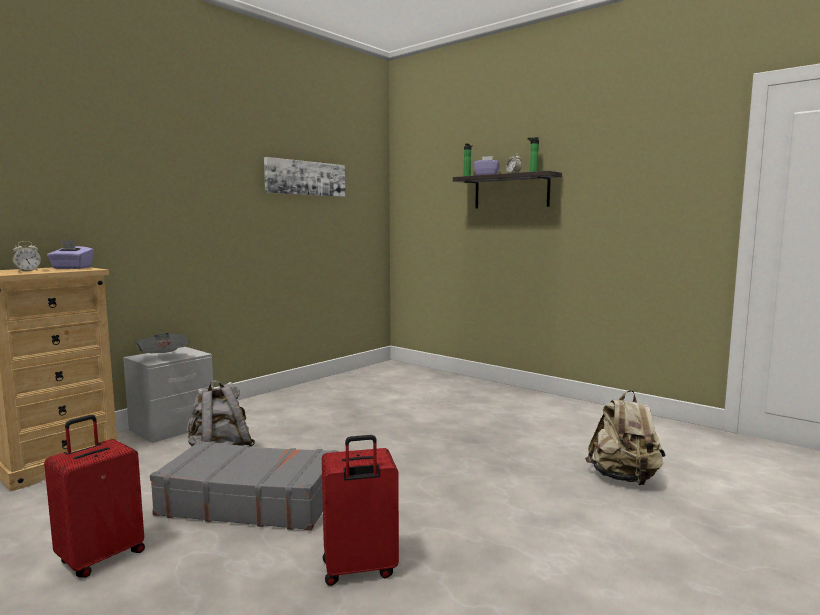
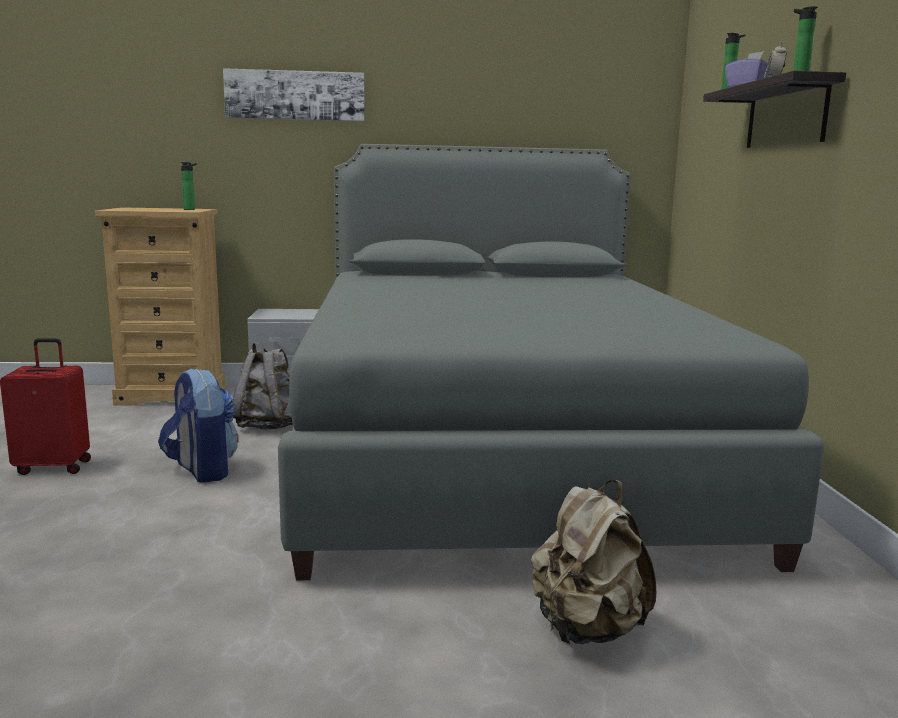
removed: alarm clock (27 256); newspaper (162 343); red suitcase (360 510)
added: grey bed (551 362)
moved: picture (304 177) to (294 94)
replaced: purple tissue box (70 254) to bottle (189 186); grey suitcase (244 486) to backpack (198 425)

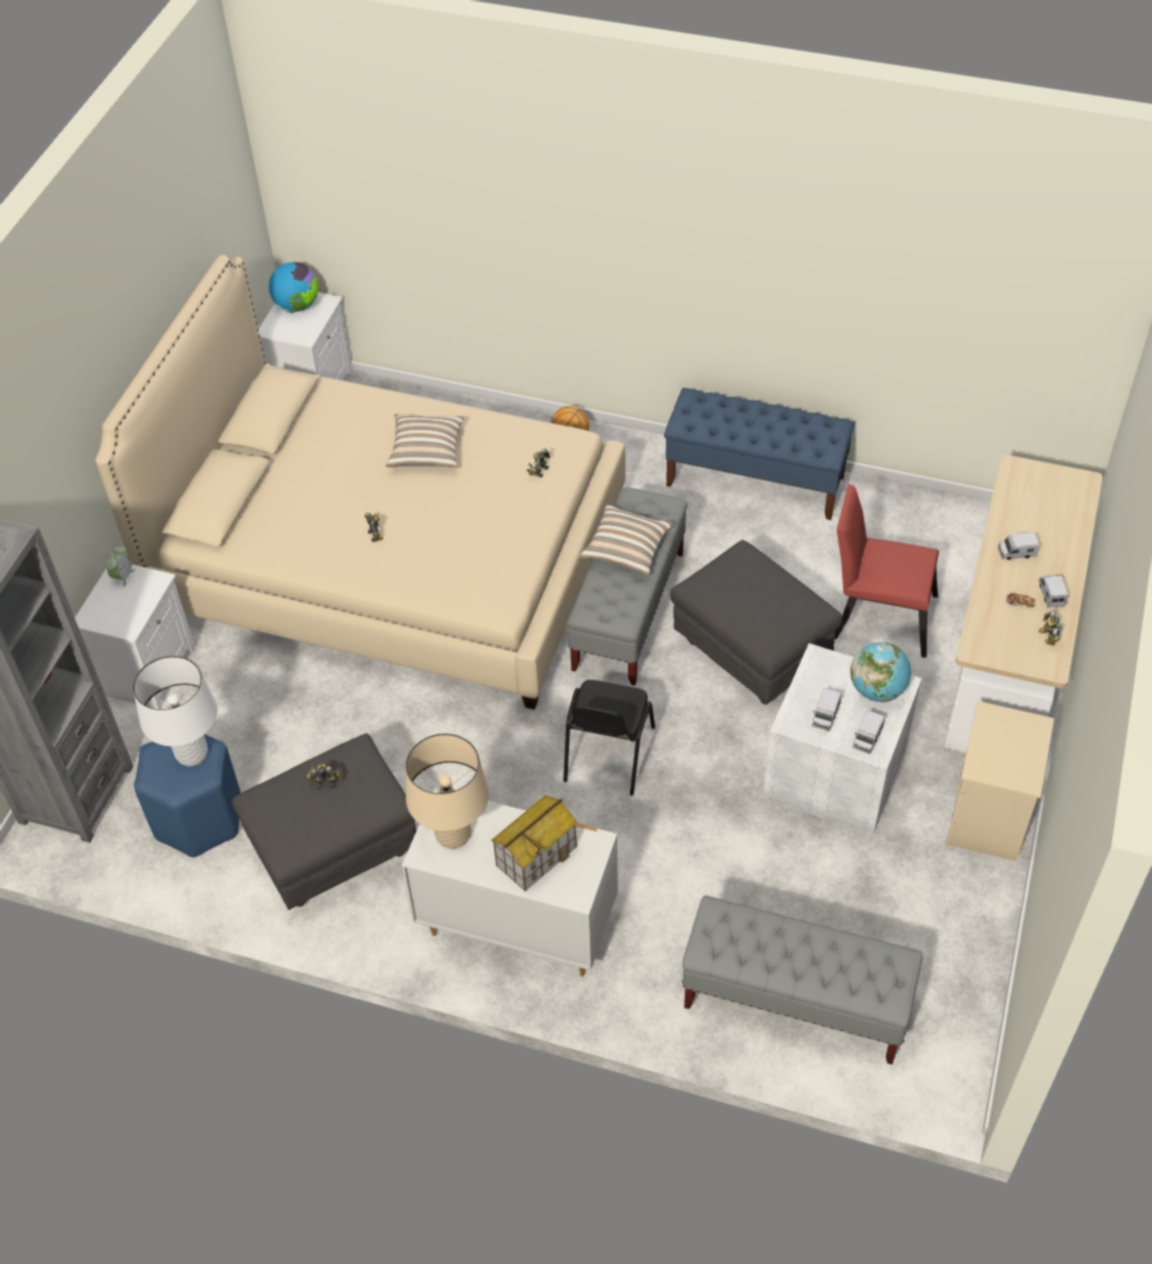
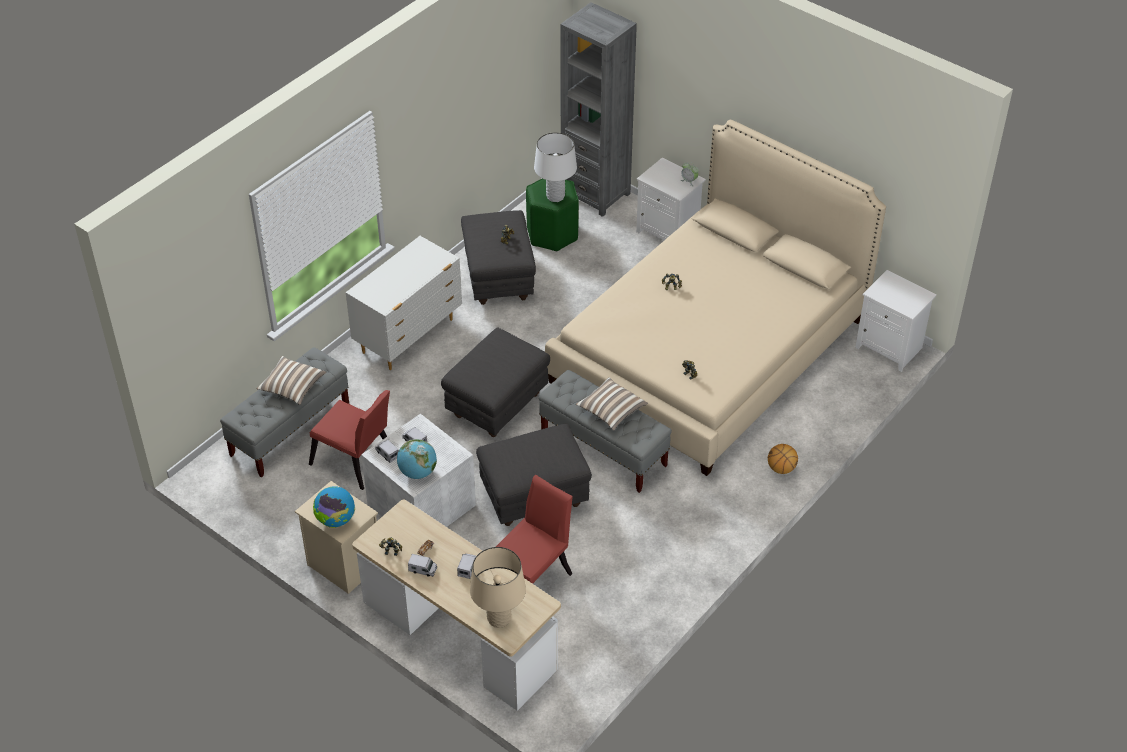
removed: toy house (534 843); blue bench (759 454)
added: red chair (349 440)
moved: globe (294 287) to (334 507); pillow (425 441) to (292 380); beige table lamp (447 791) to (498 587)
replaced: black chair (609 738) to grey ottoman (495 382)
recoloured: blue stool (187 795) to green stool (552 215)

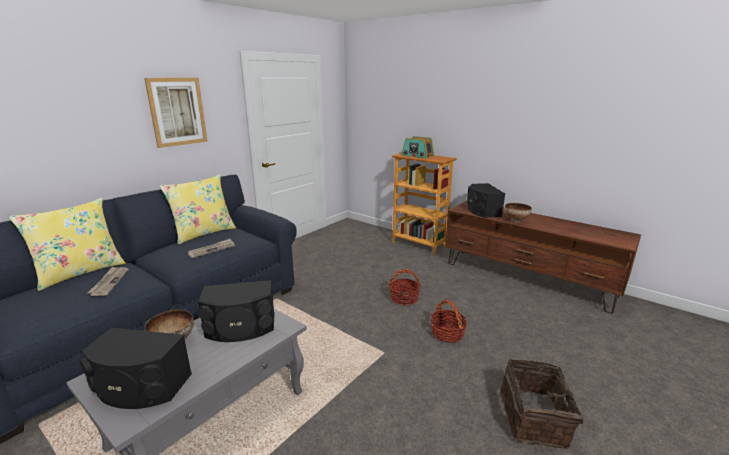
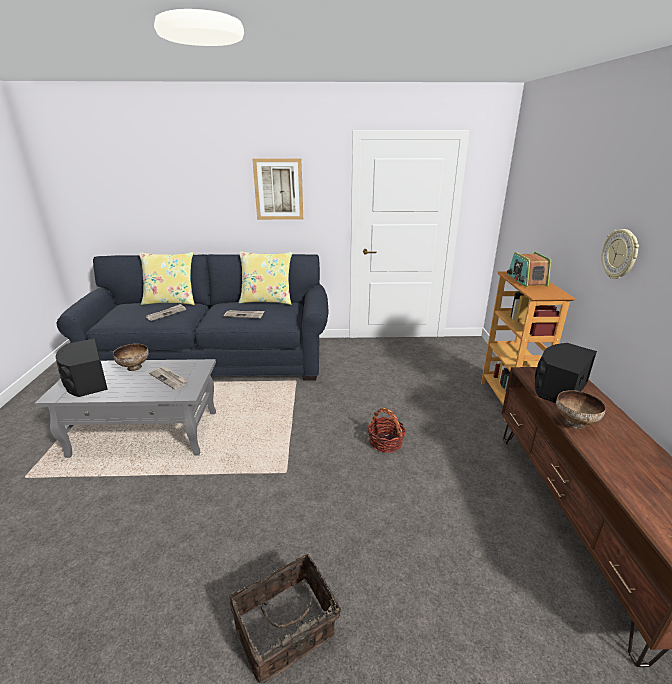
removed: basket (449 321)
added: wall clock (620 254)
replaced: black speaker (236 311) to newspaper (168 378)

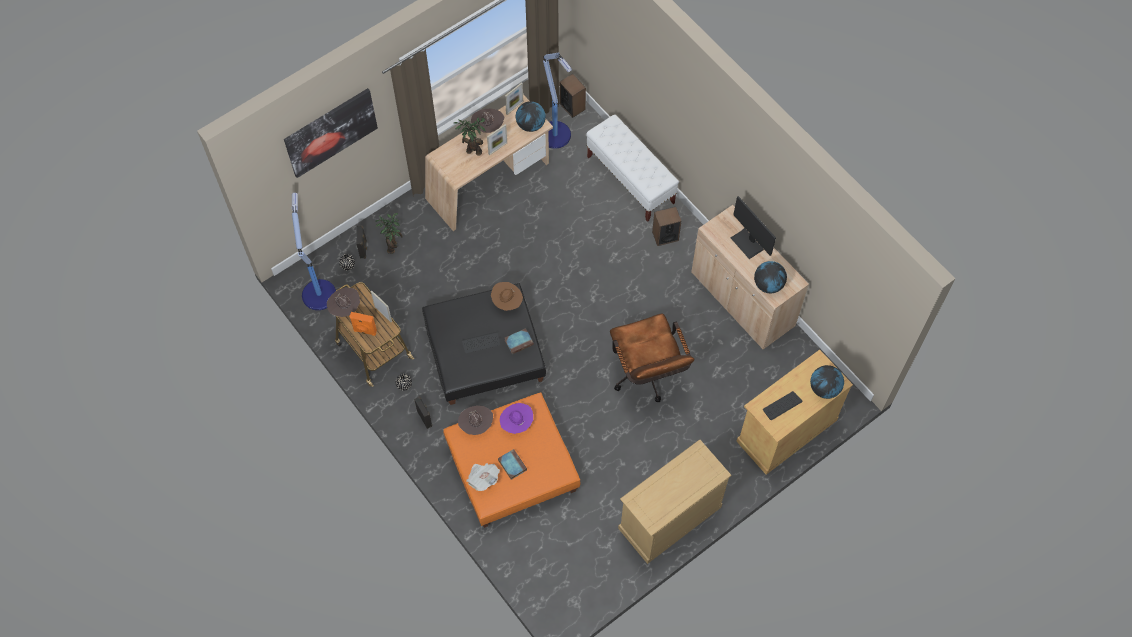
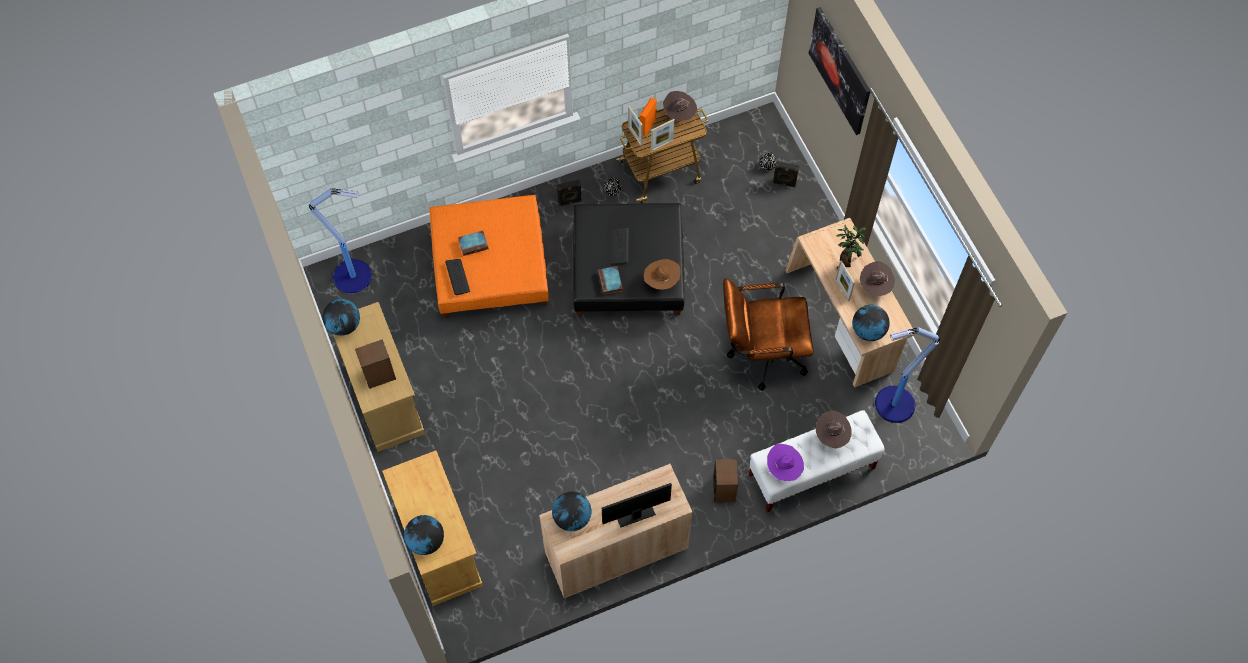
removed: potted plant (389 233); newspaper (483 477)
added: globe (341 317)
moved: floor lamp (314 251) to (340 240); brown hat (475 420) to (833 429); purple hat (516 418) to (785 462); picture frame (514 98) to (635 126); speaker (572 96) to (375 364); brown office chair (652 358) to (768 334); keyboard (783 405) to (457 277)

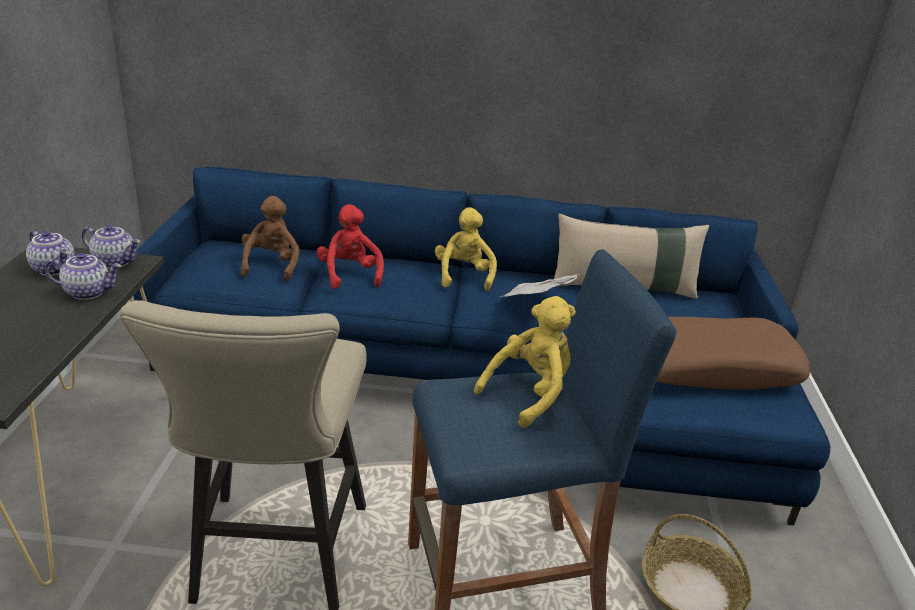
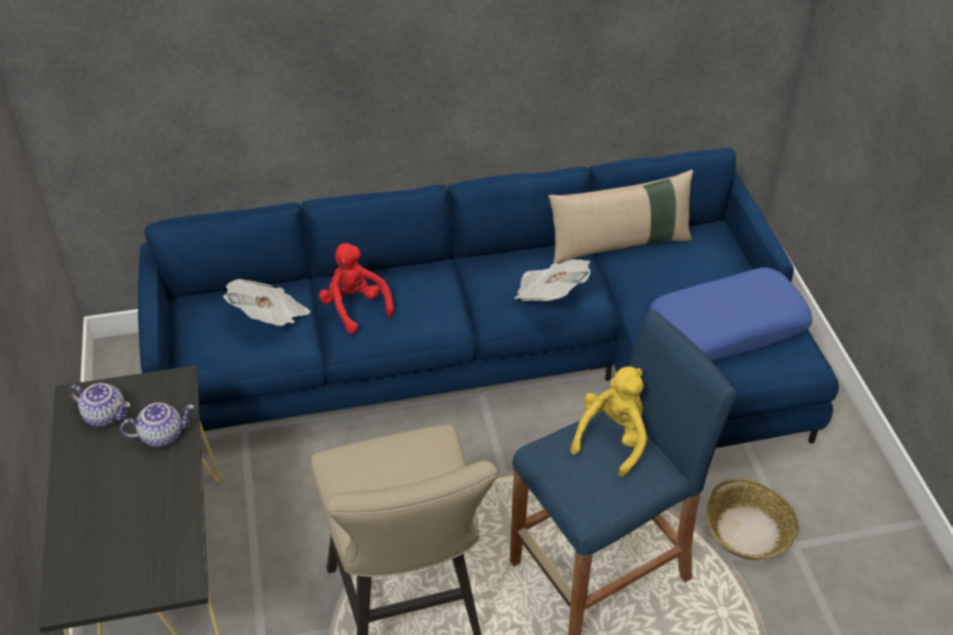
removed: teapot (110 247); yellow plush toy (466 249)
replaced: brown plush toy (270 238) to newspaper (266 302)
recoloured: brown pillow (733 353) to blue pillow (730 314)

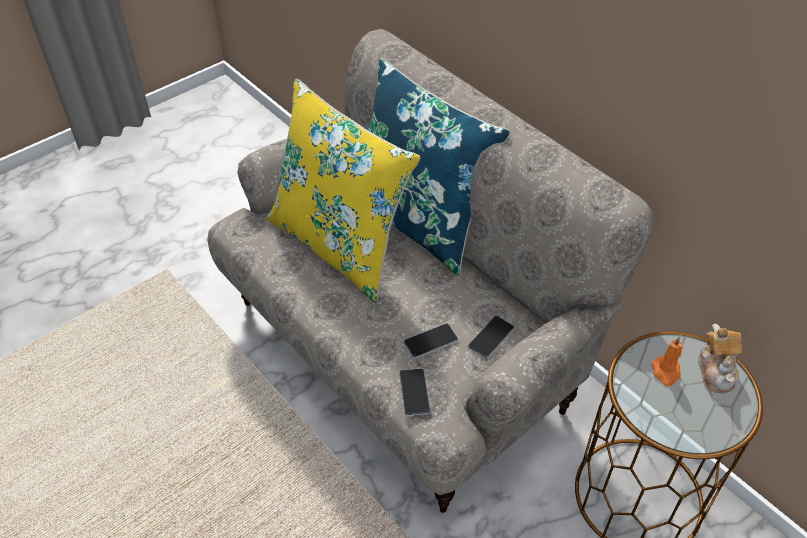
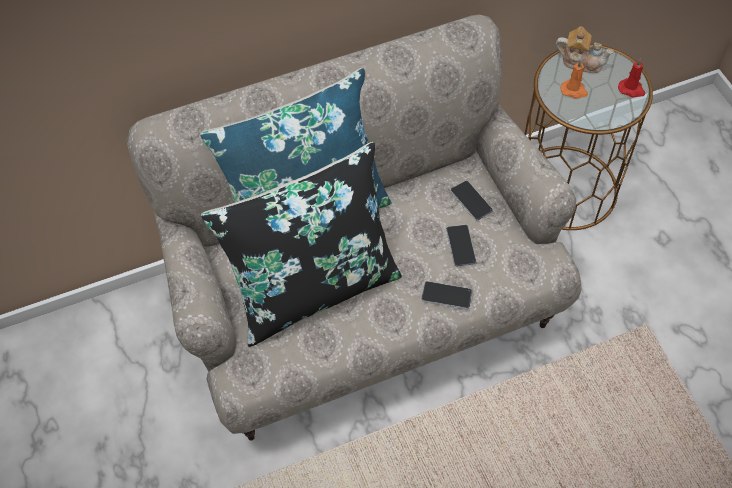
added: red candle (631 77)
moved: phone (415 392) to (446 295)
recoloured: yellow pillow (343 191) to black pillow (301 244)

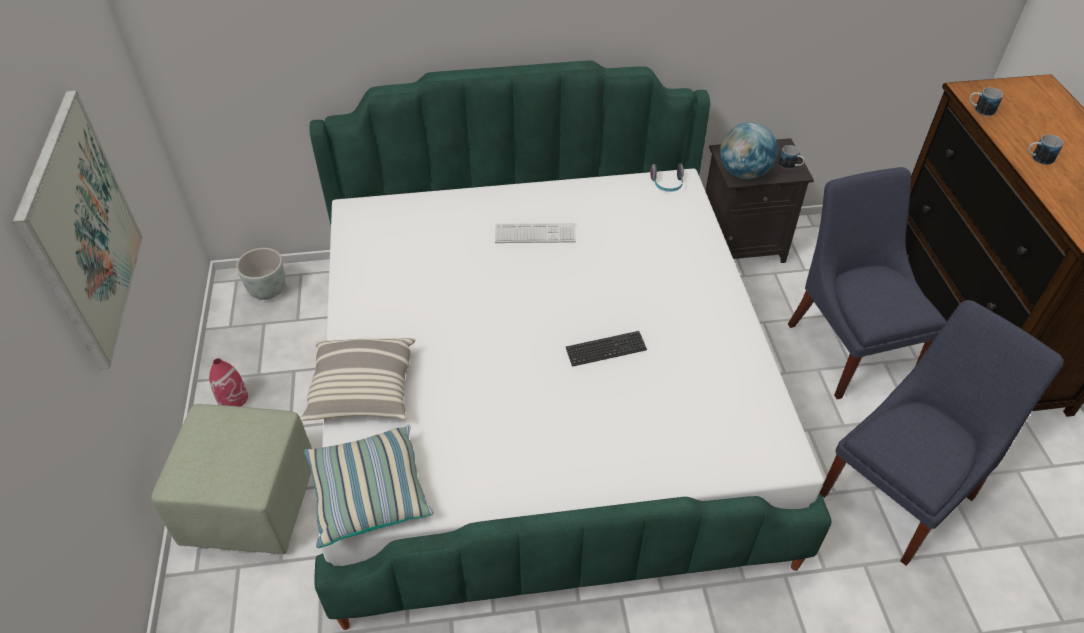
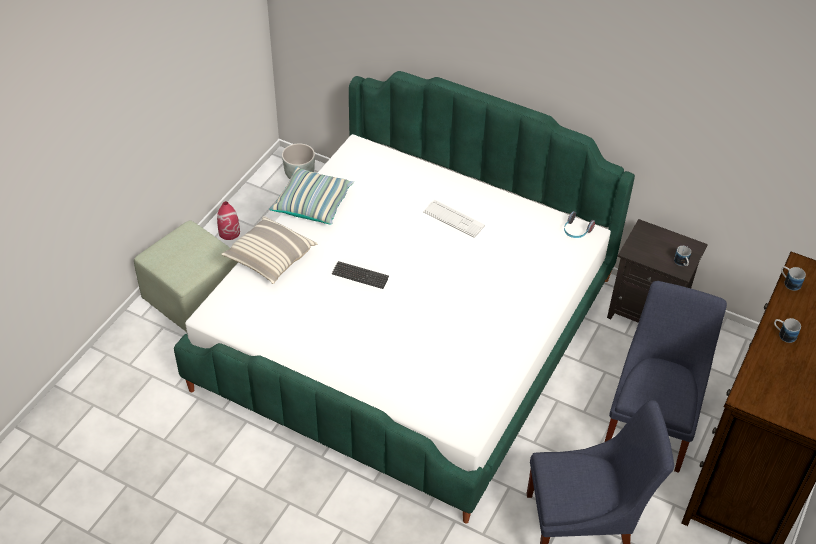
removed: picture (77 230); globe (749 150)
moved: pillow (369 486) to (311 196); keyboard (606 349) to (360 275)

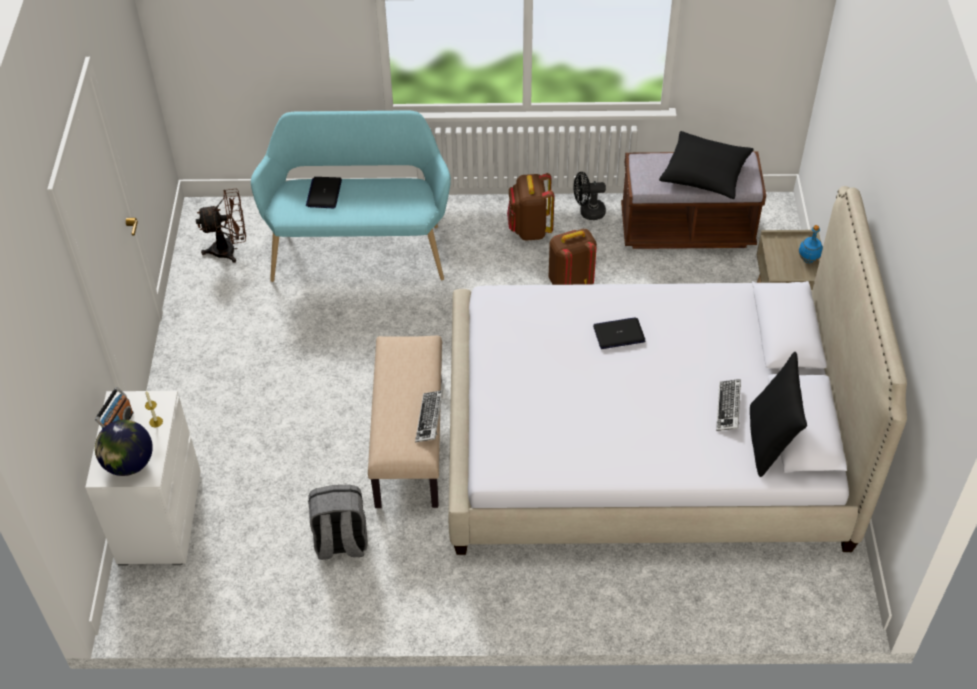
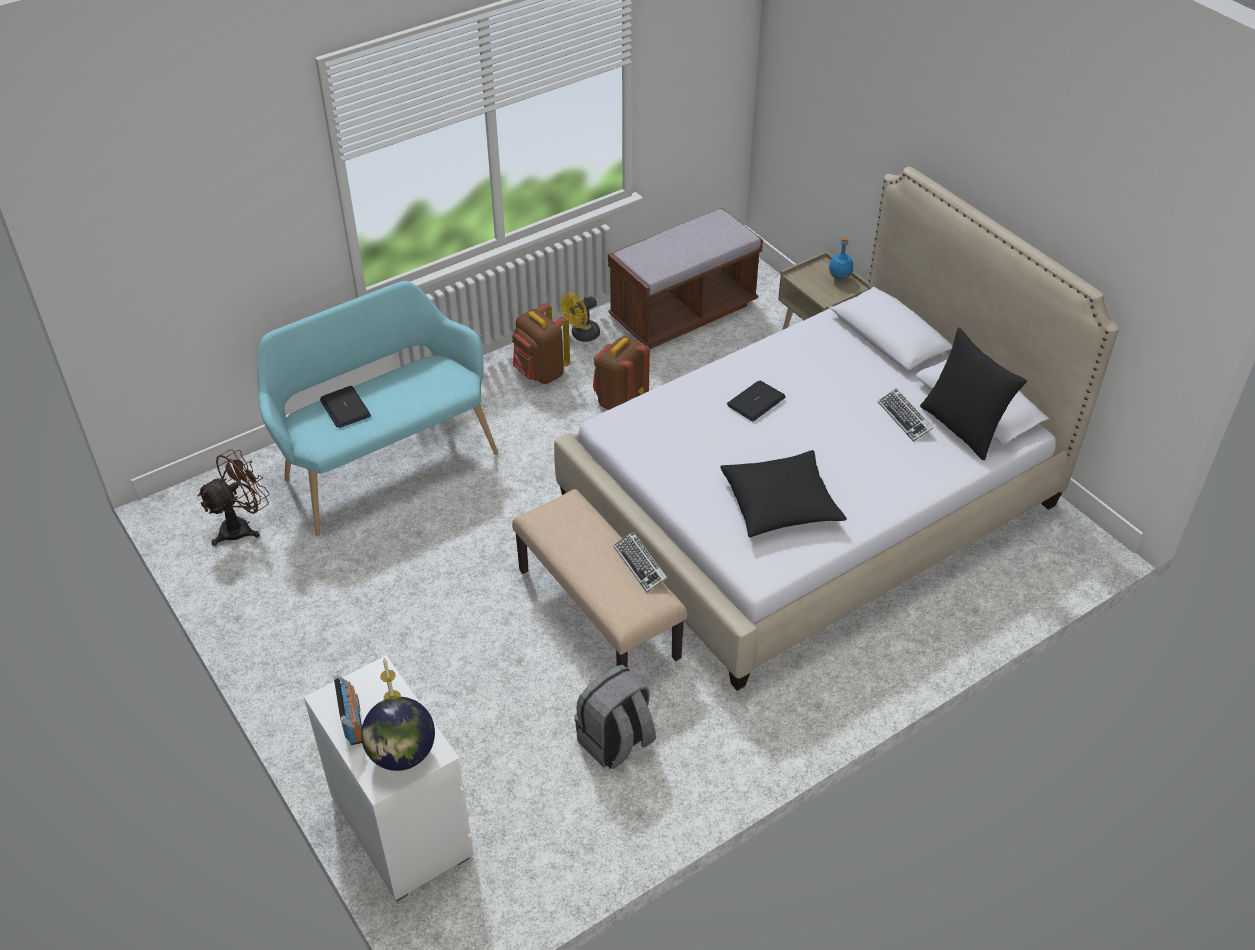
moved: black pillow (706 165) to (783 493)
recoloured: black fan (590 196) to yellow fan (580 317)

